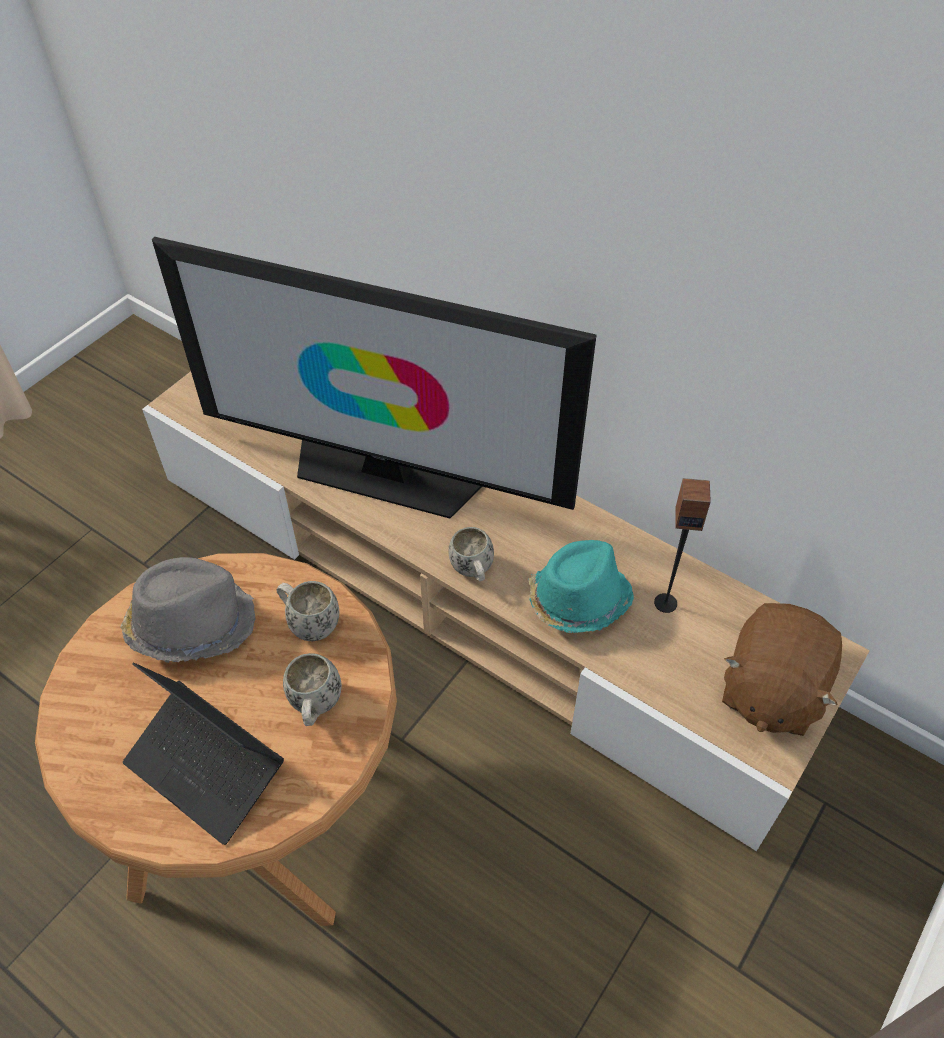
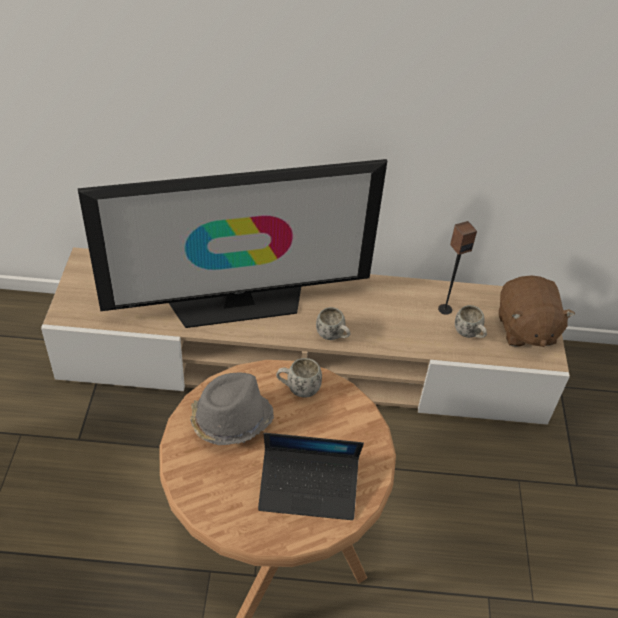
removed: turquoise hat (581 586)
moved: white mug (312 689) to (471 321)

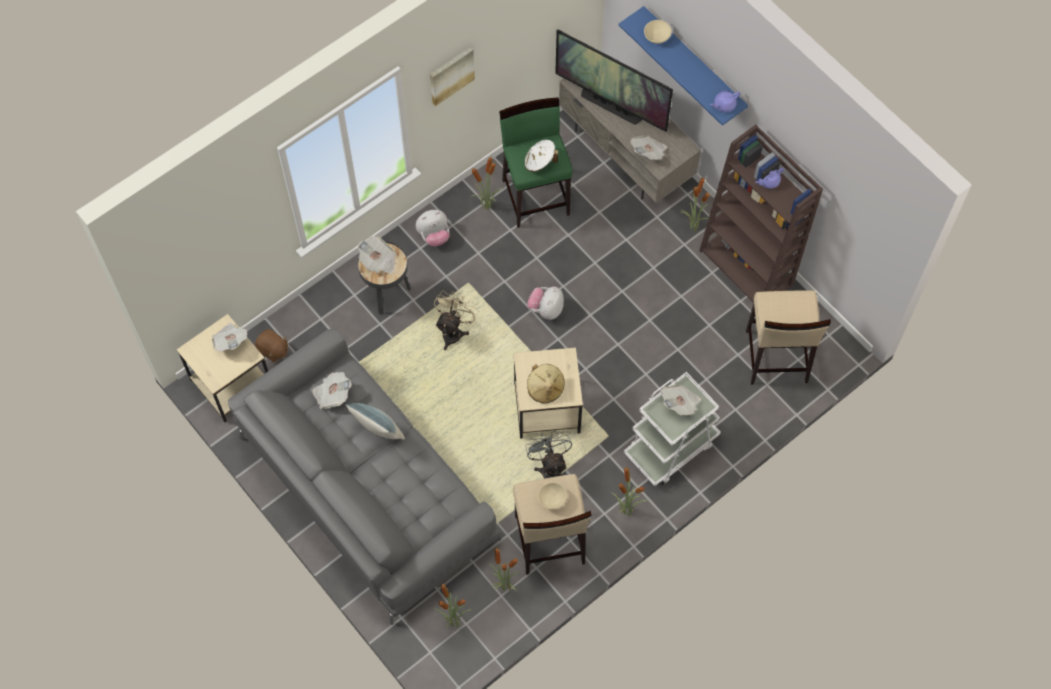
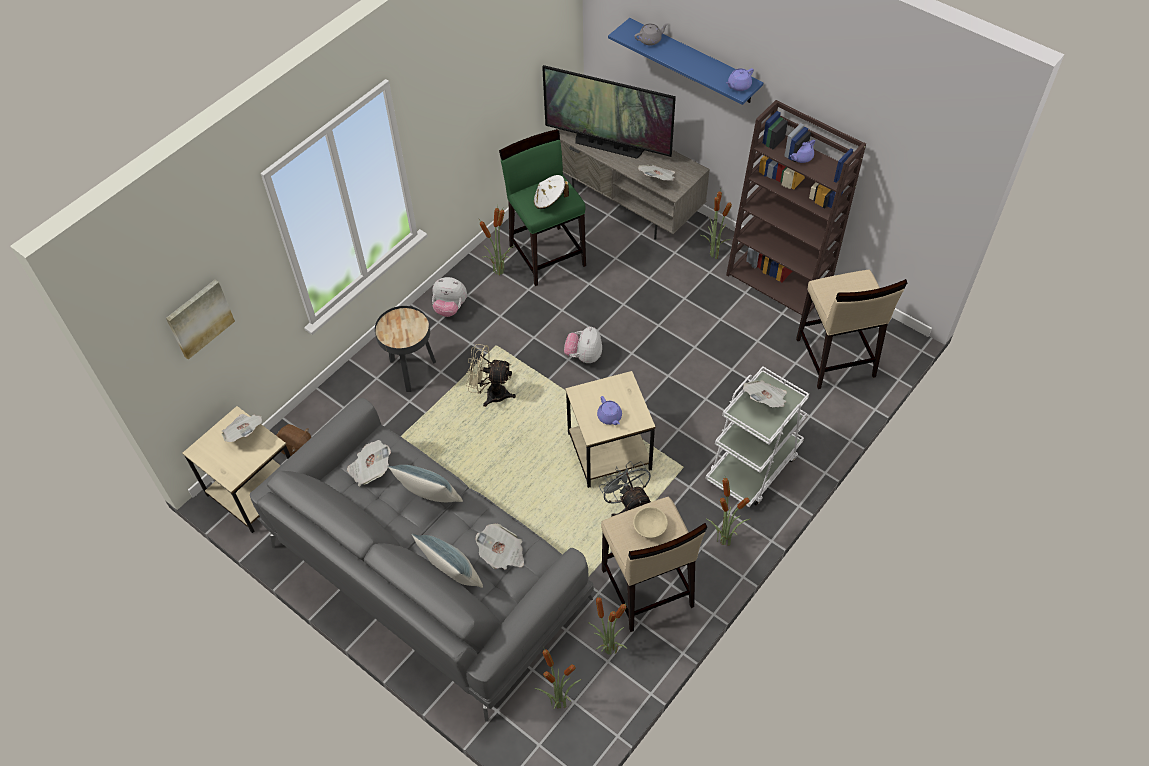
added: pillow (447 561)
moved: newspaper (377 255) to (499 547); picture (452 76) to (200 320)
replaced: beige hat (546 384) to purple teapot (609 410); beige bowl (658 32) to grey teapot (651 34)
turned: plush toy (432 228) = (449 297) 45 degrees clockwise; beige fan (456 320) = (491 375) 90 degrees counterclockwise

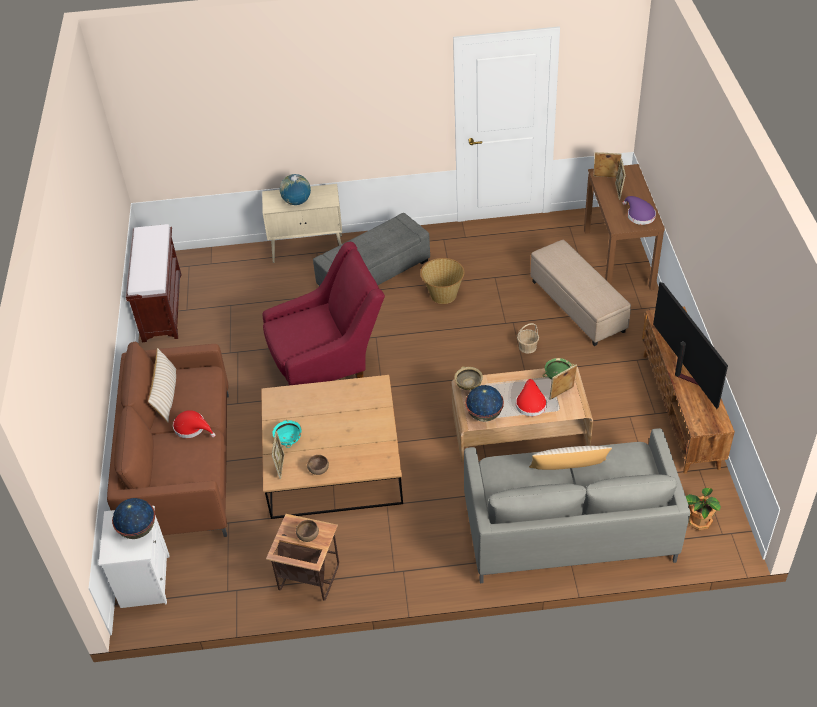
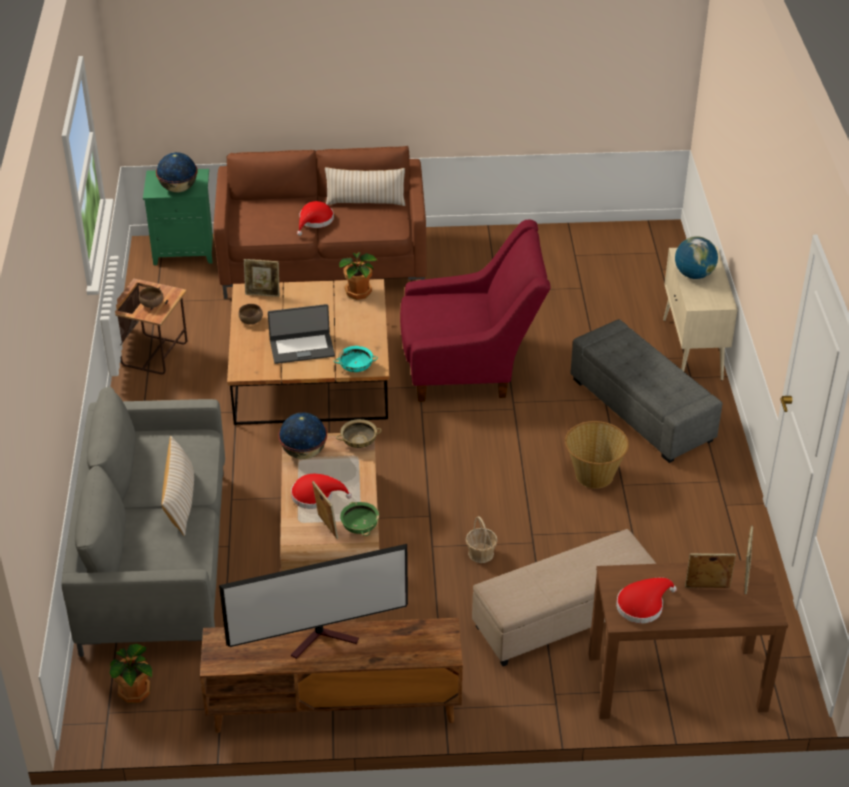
removed: brown bench (153 283)
added: laptop (301 334); potted plant (358 276)
moved: turquoise bowl (287 434) to (356 359)
recoloured: white nightstand (134 557) to green nightstand (178 217); purple hat (639 210) to red hat (646 601)
turned: red armchair (324 313) = (475 311) 75 degrees counterclockwise

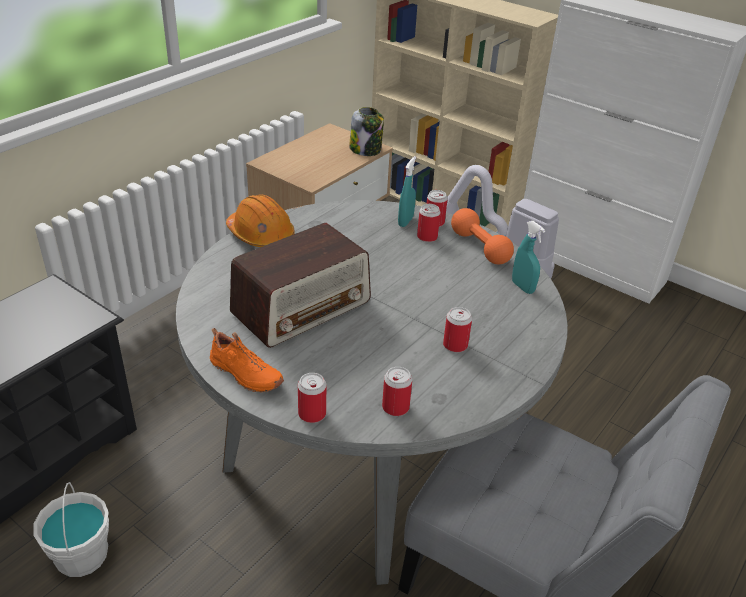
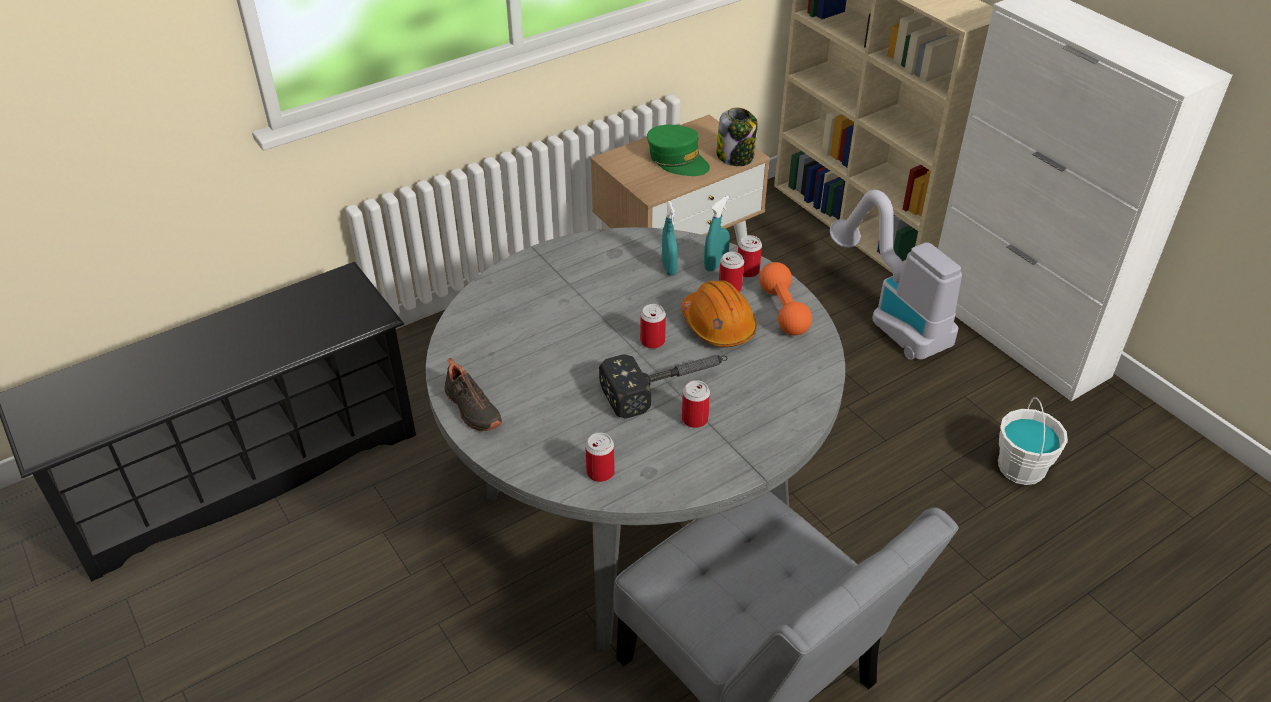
removed: radio (300 285)
added: hammer (663 386); green cap (678 150)
moved: white bucket (71 529) to (1033 441); orange hard hat (260 221) to (719 313); can (312 398) to (653 326); turquoise spray bottle (528 257) to (670 238)
recoloured: orange shoe (247 360) to black shoe (473 394)

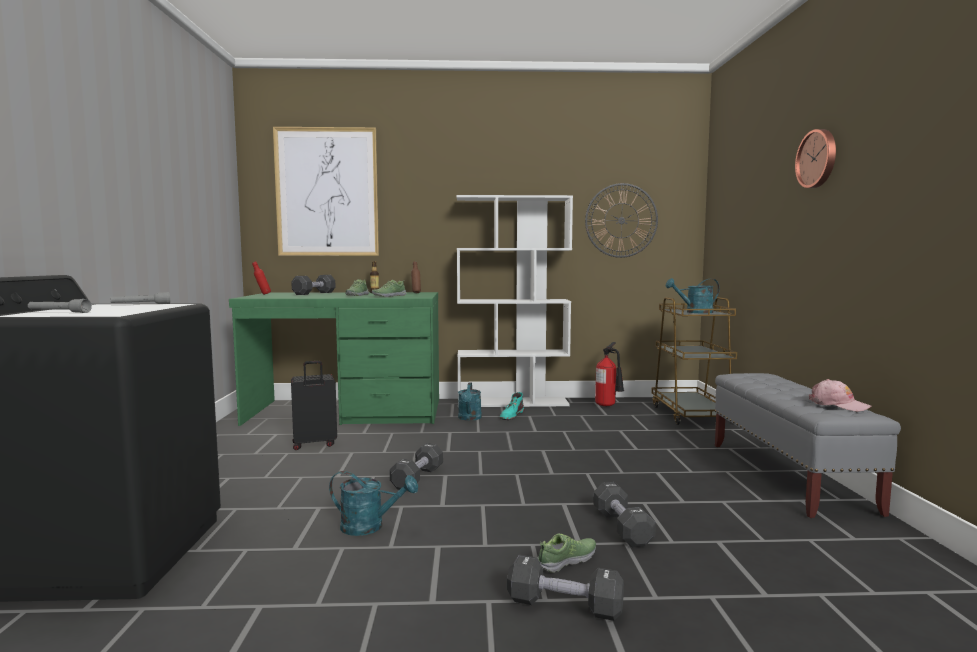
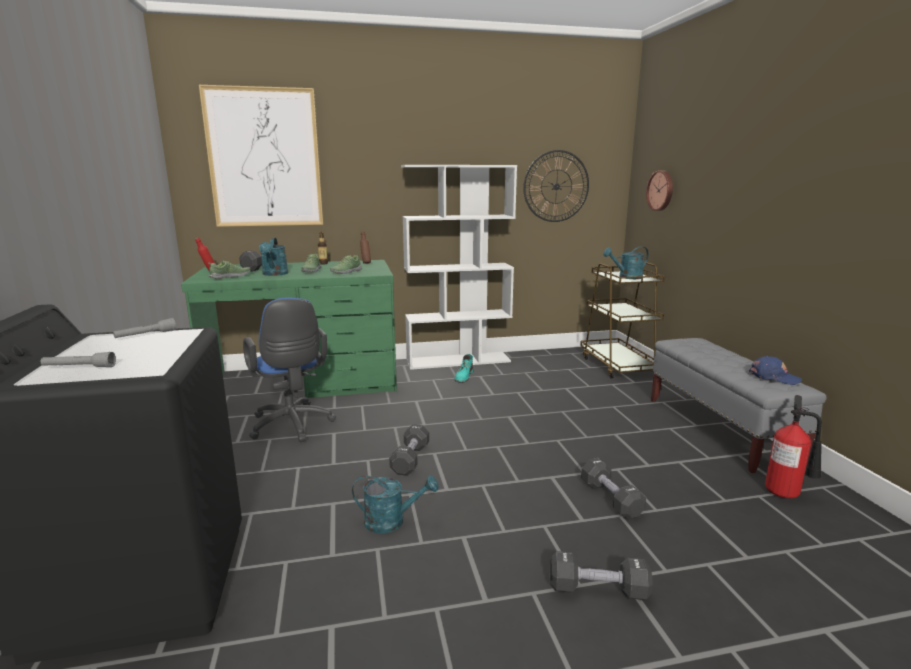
moved: turquoise watering can (470 401) to (273 257); shoe (566 553) to (229 270); fire extinguisher (609 374) to (793 446); wall clock (815 158) to (659 190)
replaced: black suitcase (314 405) to blue office chair (289 370)
recoloured: pink cap (840 395) to blue cap (775 370)

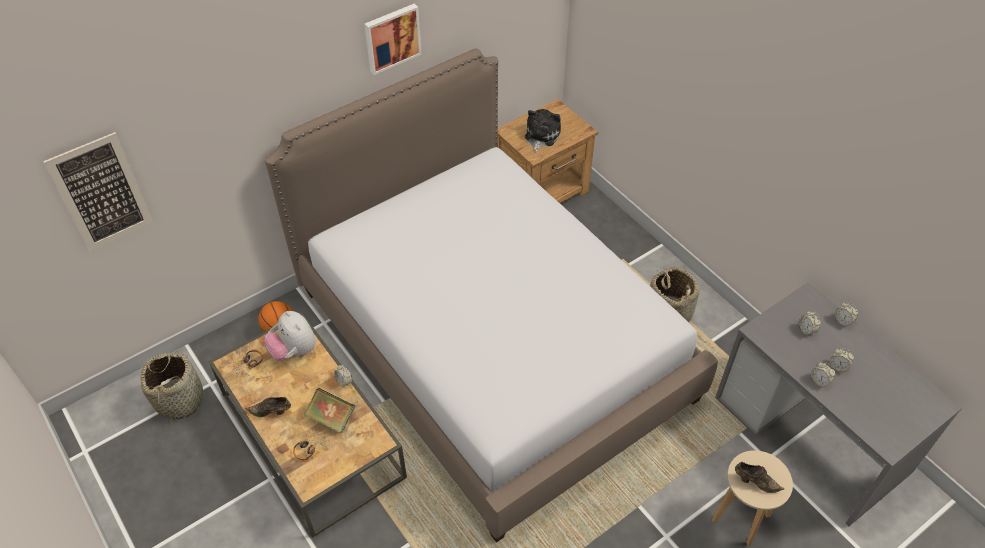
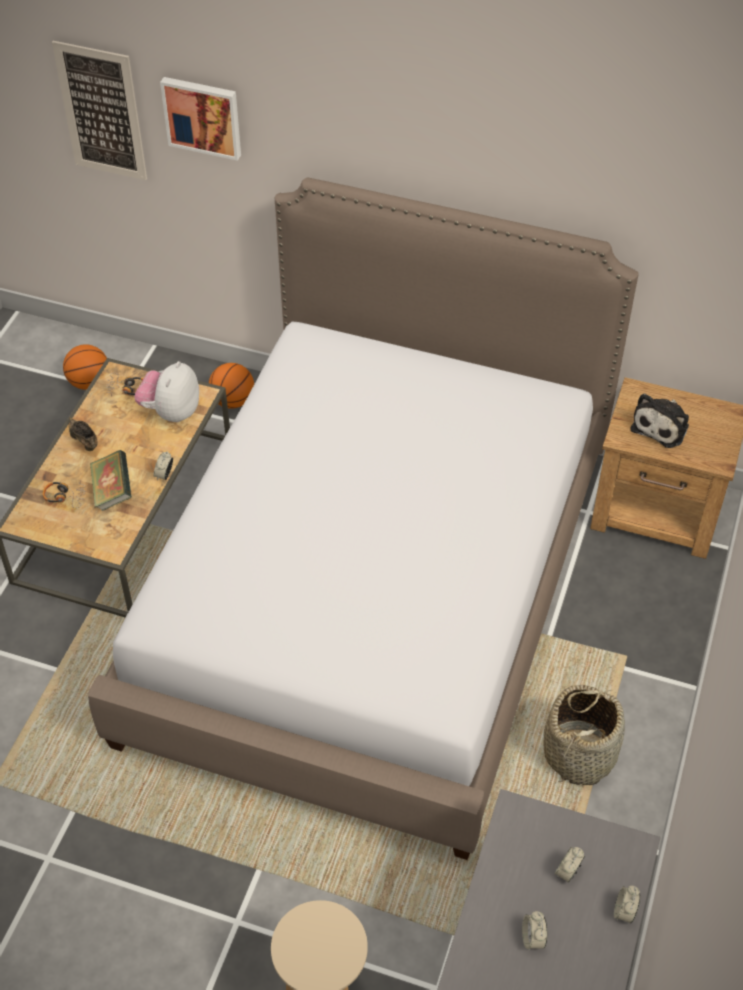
removed: brown shoe (759 477); alarm clock (823 375)
moved: picture (393 39) to (200 119)
replaced: basket (172 386) to basketball (85 367)
turned: plush toy (543 131) = (659 421) 135 degrees clockwise

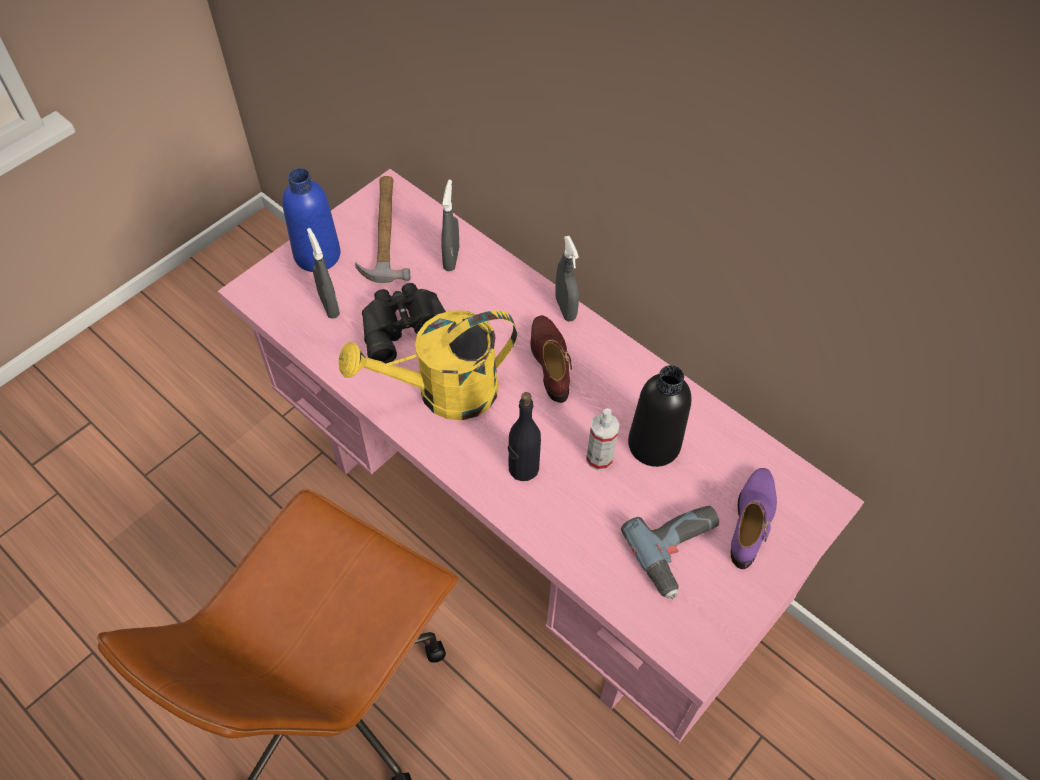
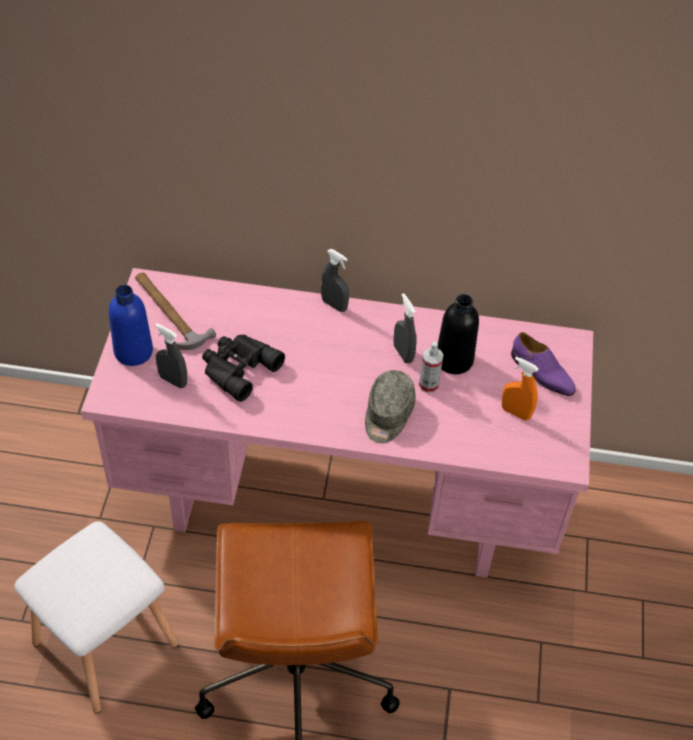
removed: yellow watering can (428 365); brown shoe (551 359)
added: white stool (96 617)
moved: grey spray bottle (450 225) to (405 328)
replaced: black bottle (524 436) to grey cap (390 406); power drill (670 552) to orange spray bottle (520 388)
turned: purple shoe (754 518) = (543 364) 150 degrees clockwise

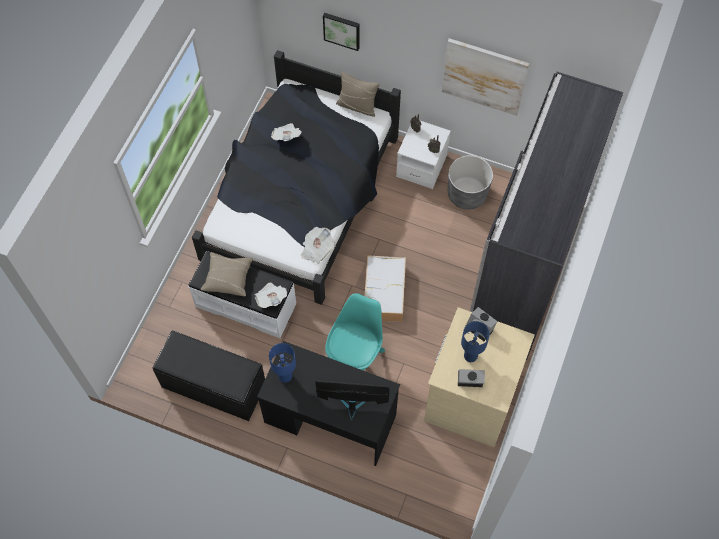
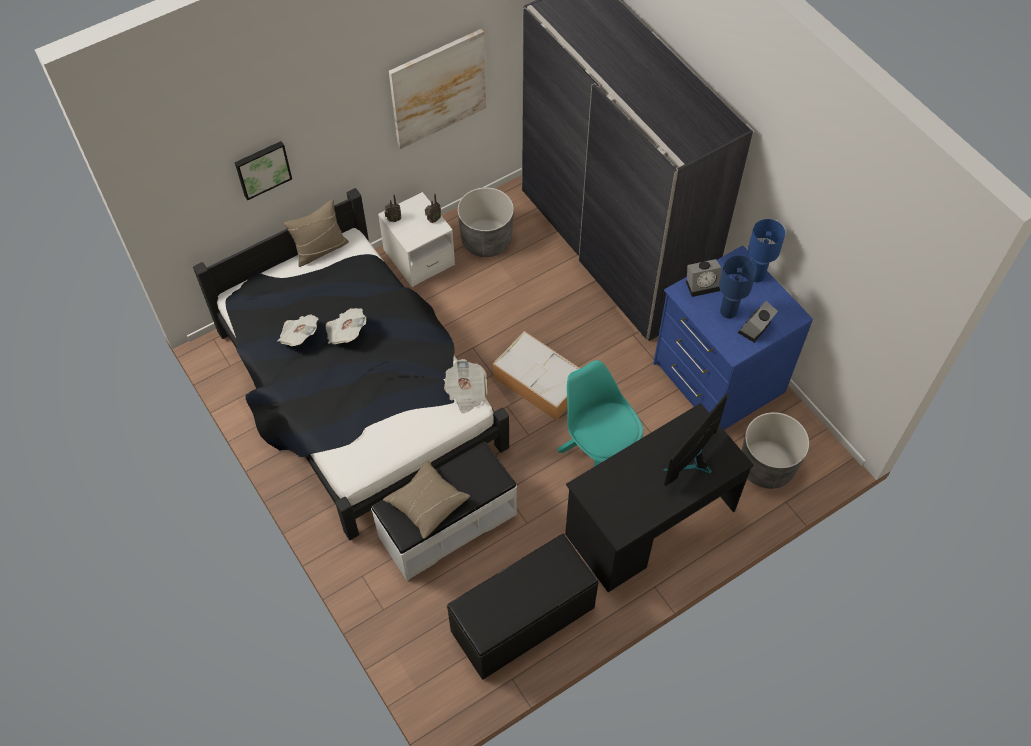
added: grey planter (775 450)
moved: newspaper (271 295) to (345 326); blue table lamp (282 363) to (766 250)
recoloured: beige dresser (479 377) to blue dresser (733 337)

